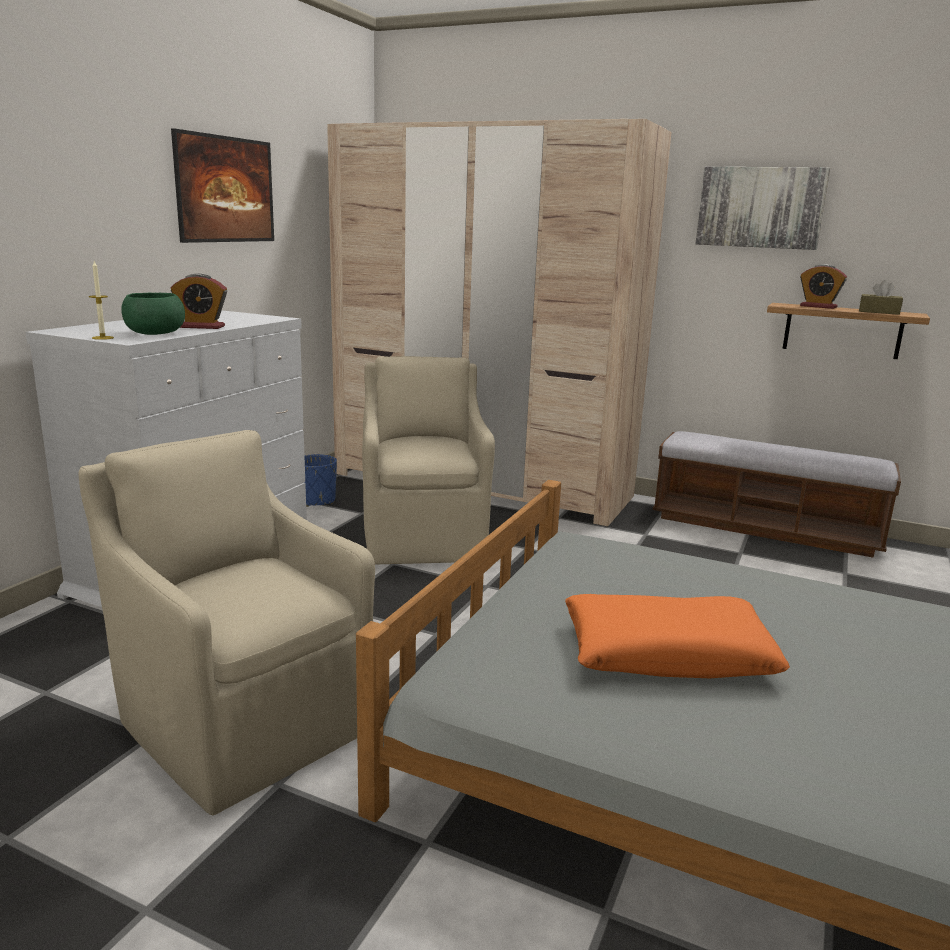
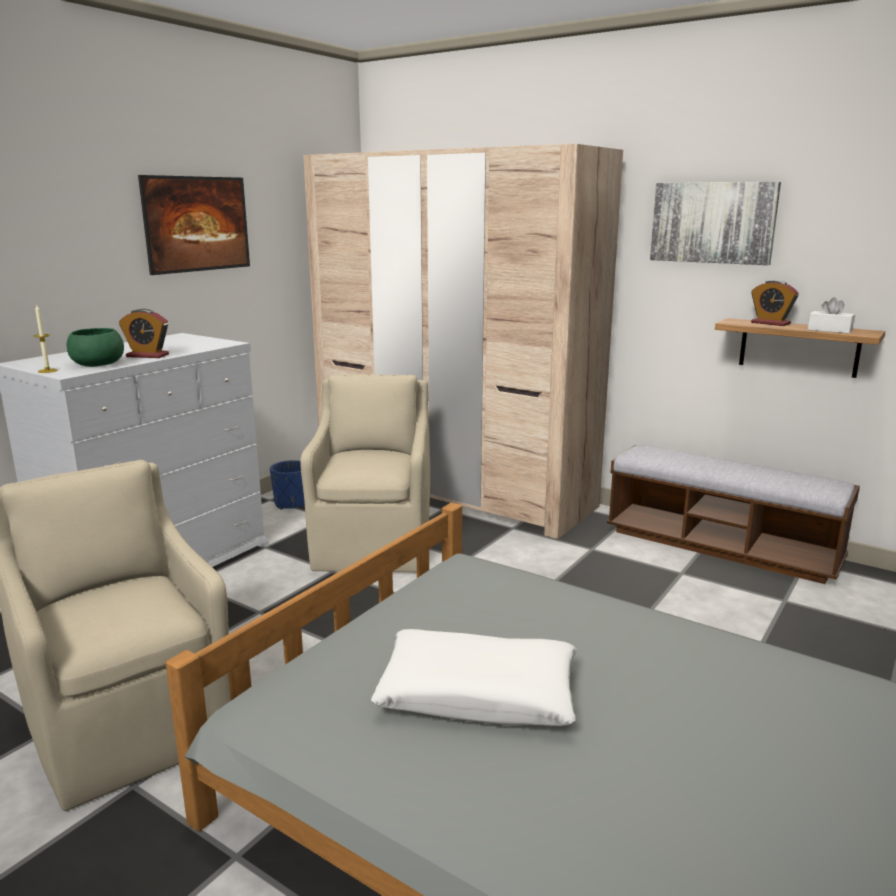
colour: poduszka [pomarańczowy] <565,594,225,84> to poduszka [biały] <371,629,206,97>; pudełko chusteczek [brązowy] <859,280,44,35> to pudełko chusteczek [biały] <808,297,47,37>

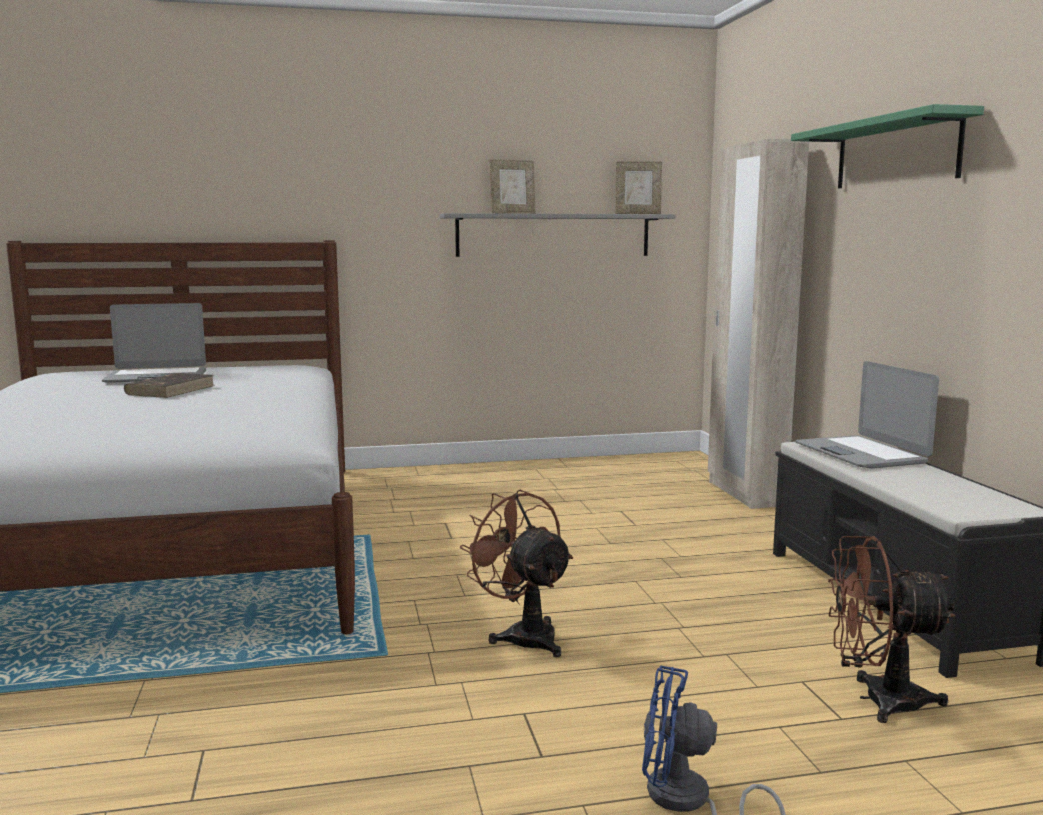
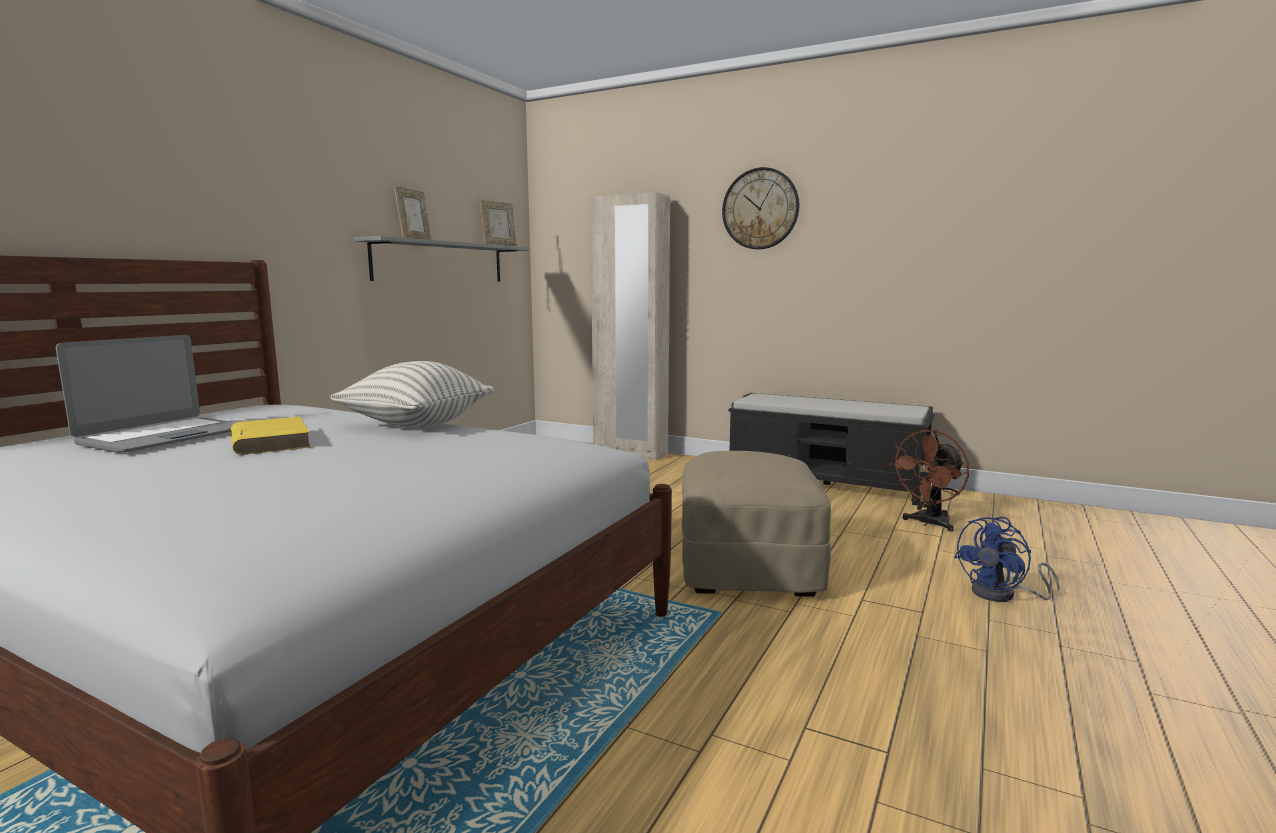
missing: laptop <795,361,144,107>
appeared: poduszka <330,361,164,67>
exchanged: wentylator [brązowy] <460,489,113,168> to pufa [beżowy] <682,451,149,146>; półka [zielony] <791,104,193,84> to zegar ścienny <722,167,78,82>
colour: książka [brązowy] <124,373,91,25> to książka [żółty] <231,417,80,38>

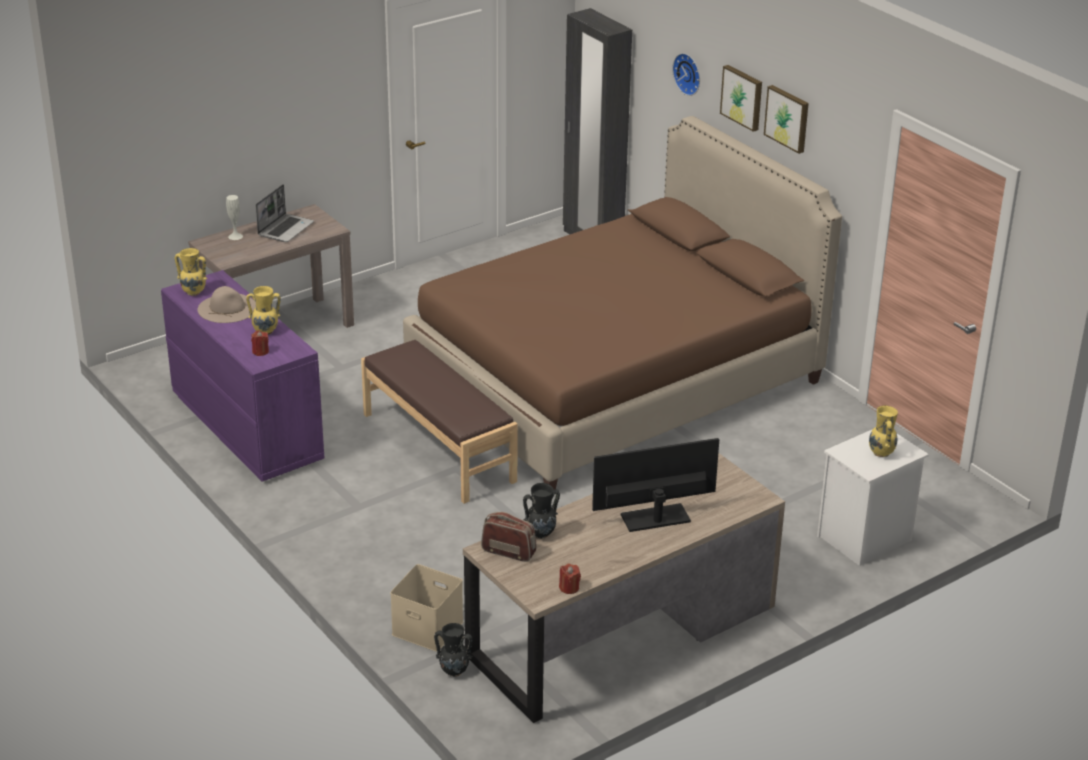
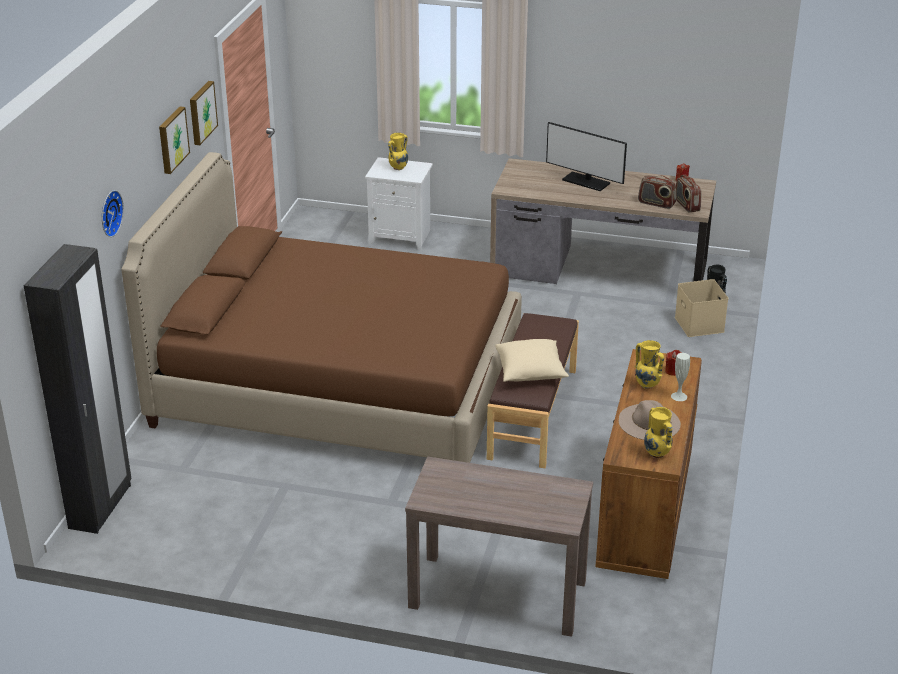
missing: laptop <256,184,58,58>
appeared: poduszka [beżowy] <495,339,74,43>
relocated: wazon [biały] <226,195,17,45> to <671,353,19,48>; obraz <720,65,42,67> to <190,81,28,64>
exchanged: wazon [czarny] <523,483,37,56> to radio <638,175,38,34>
colour: komoda [fioletowy] <161,270,163,211> to komoda [brązowy] <596,349,106,230>

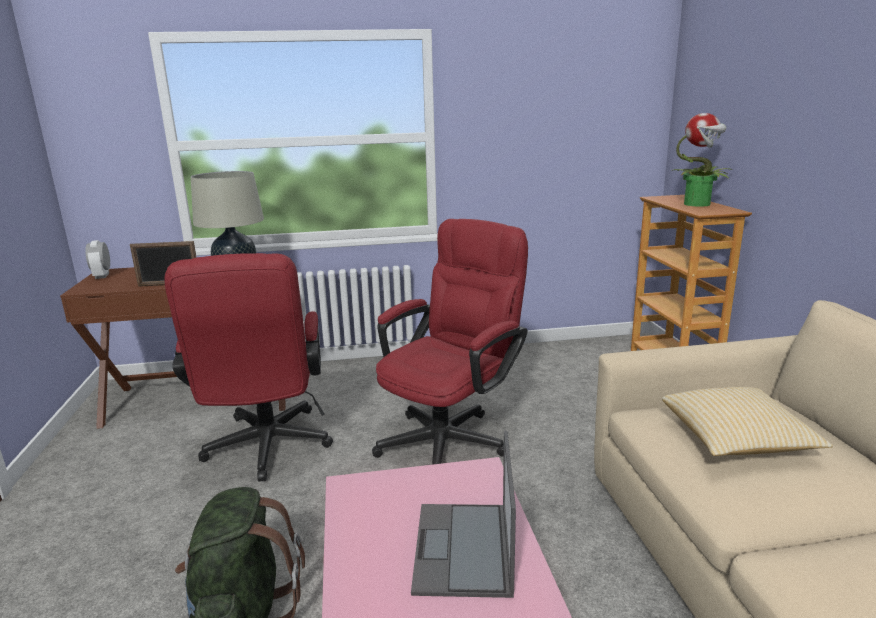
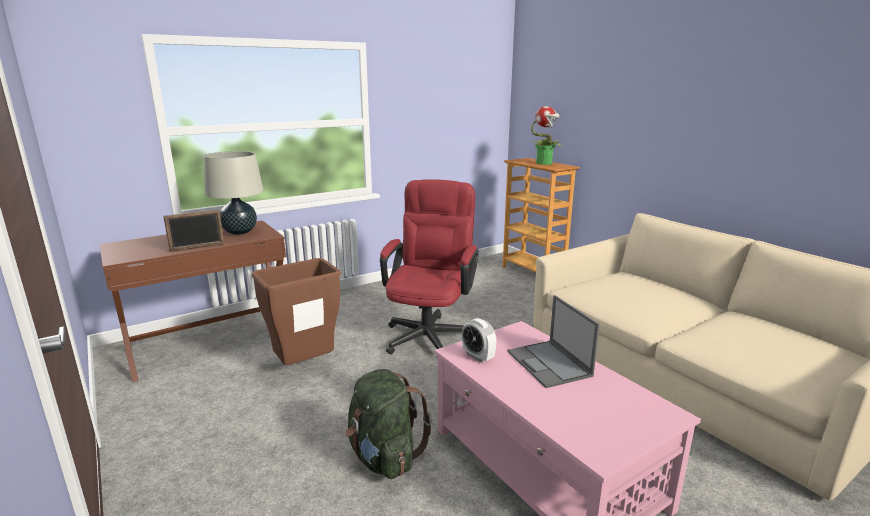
missing: poduszka <662,387,171,69>
relocated: budzik <85,240,25,39> to <462,318,34,45>
exchanged: krzesło biurowe [czerwony] <164,253,169,228> to kosz na śmieci [brązowy] <252,258,89,107>

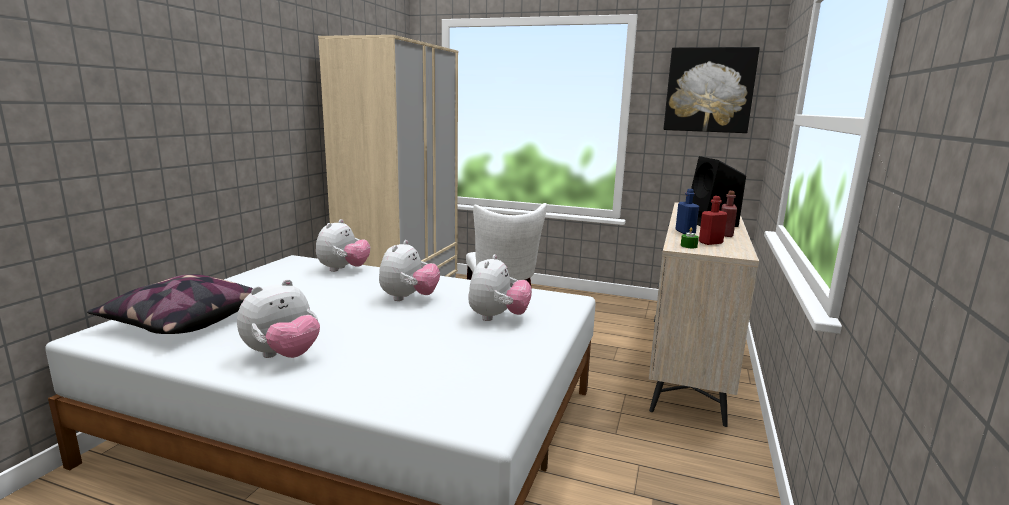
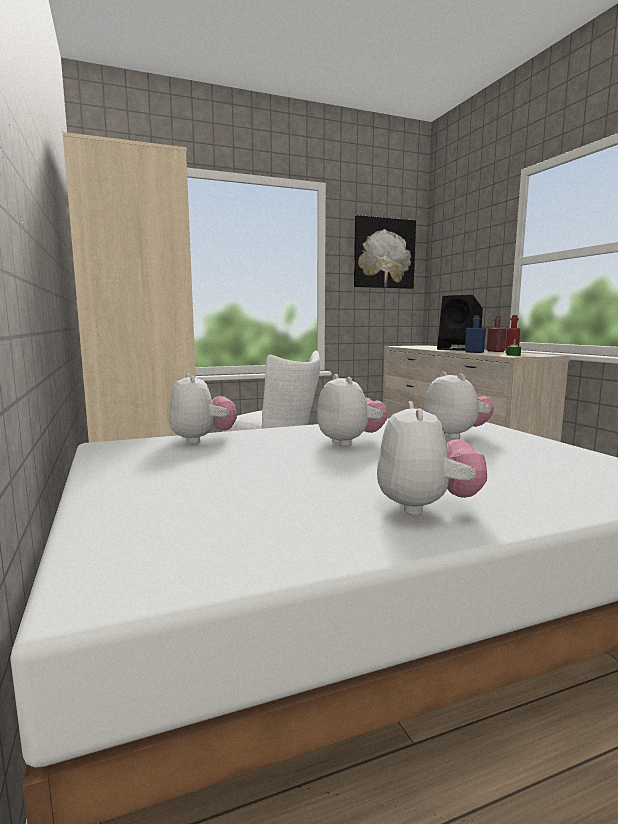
missing: poduszka <87,274,166,60>

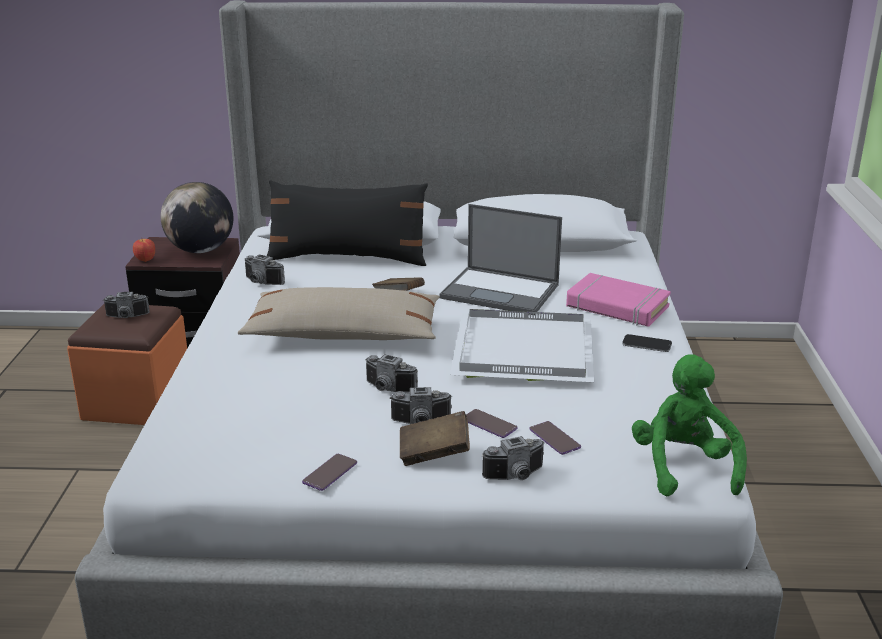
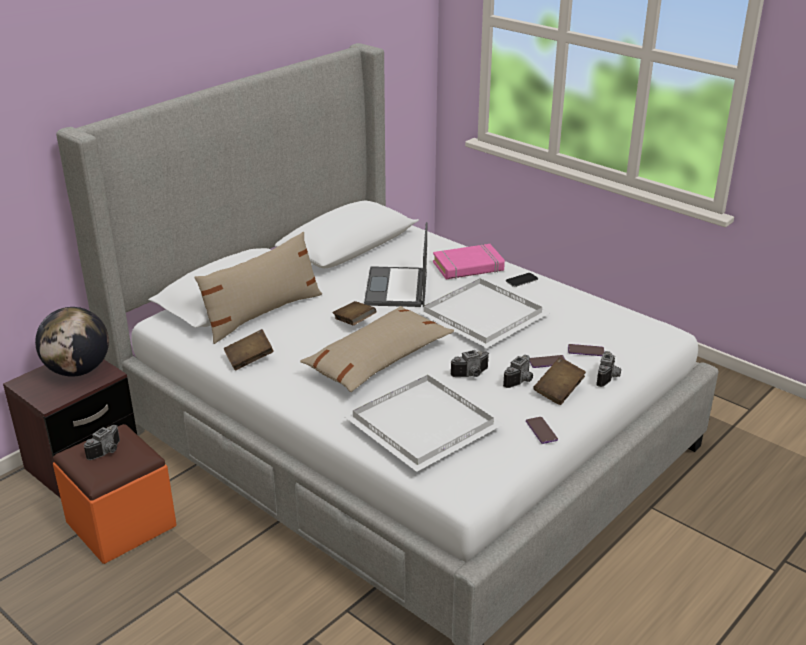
missing: jabłko <133,239,22,23>; pluszak [zielony] <632,354,115,142>
appeared: taca [biały] <344,375,159,97>
exchanged: aparat fotograficzny <245,254,40,31> to książka [brązowy] <224,329,50,41>
colour: poduszka [czarny] <267,180,161,86> to poduszka [beżowy] <194,232,128,112>
spun: laptop <439,204,123,111> = <364,222,63,85> 120 degrees clockwise

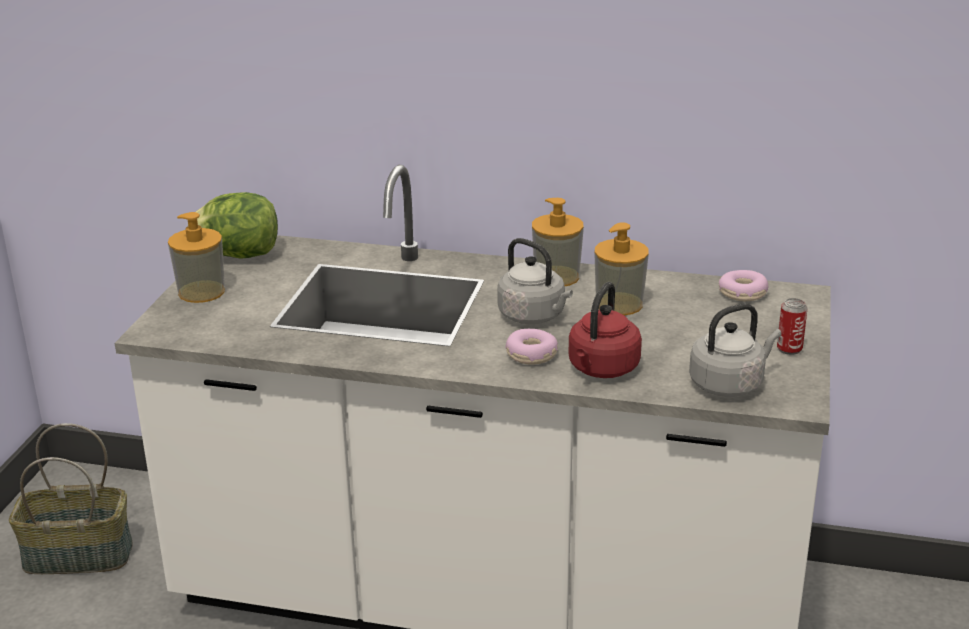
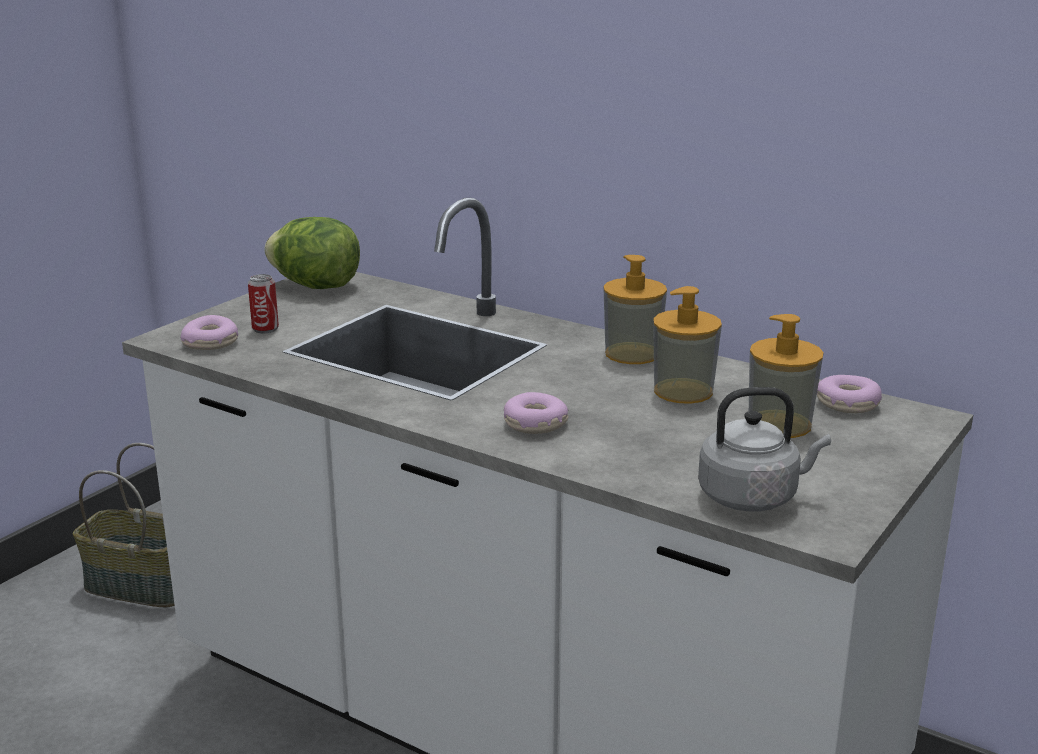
missing: czajnik [szary] <497,238,76,86>; czajnik [czerwony] <568,282,74,96>
appeared: donut <181,315,57,35>
relocated: dozownik mydła <168,212,57,91> to <749,314,74,124>; puszka <777,298,30,57> to <248,274,31,59>

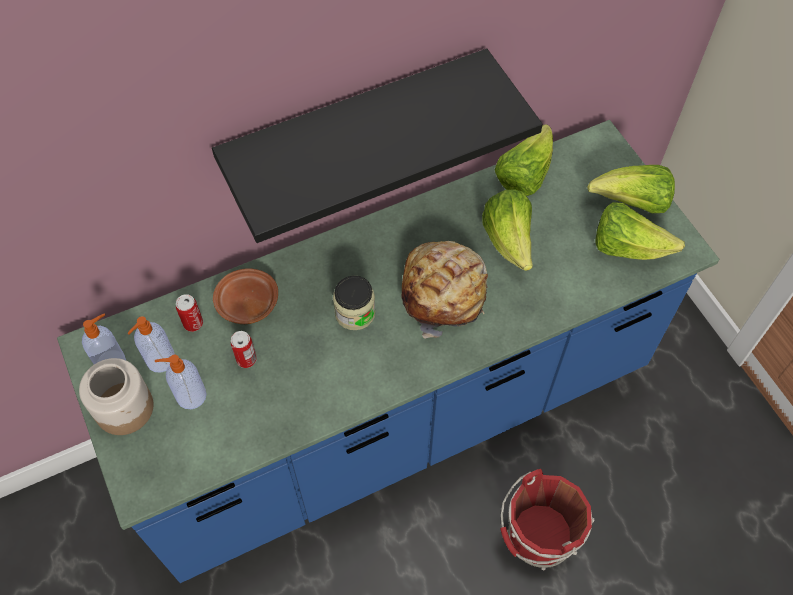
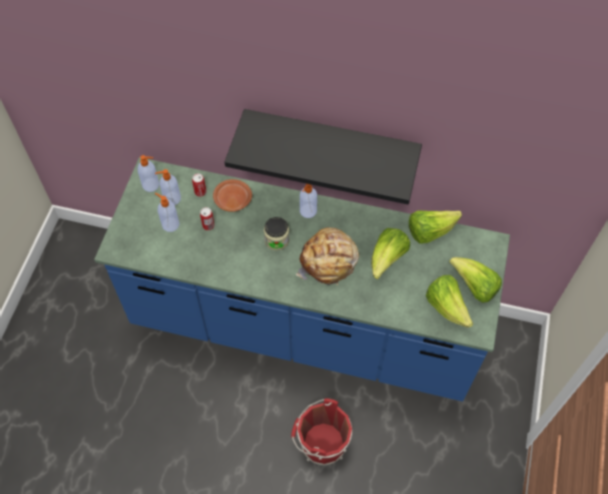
missing: słoik <79,358,75,77>
appeared: dozownik mydła <300,184,17,34>

